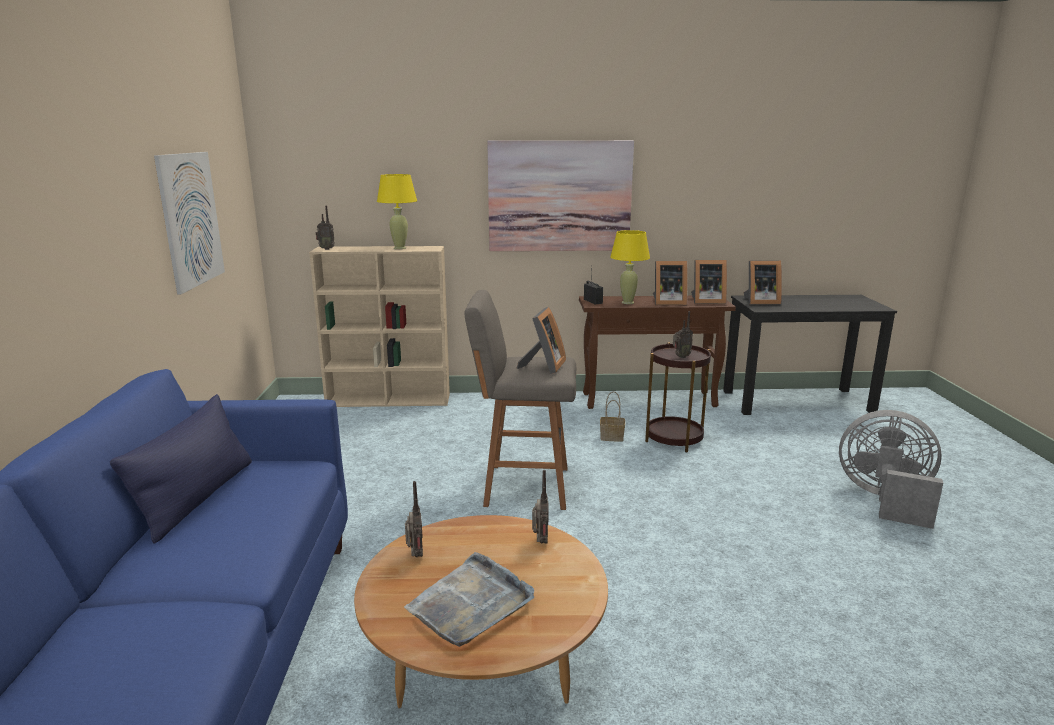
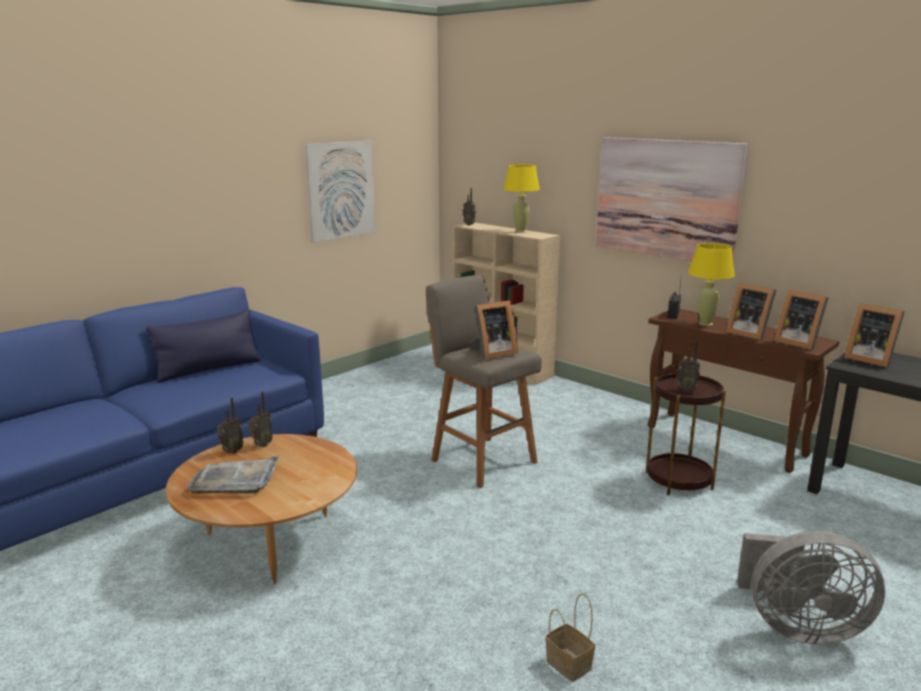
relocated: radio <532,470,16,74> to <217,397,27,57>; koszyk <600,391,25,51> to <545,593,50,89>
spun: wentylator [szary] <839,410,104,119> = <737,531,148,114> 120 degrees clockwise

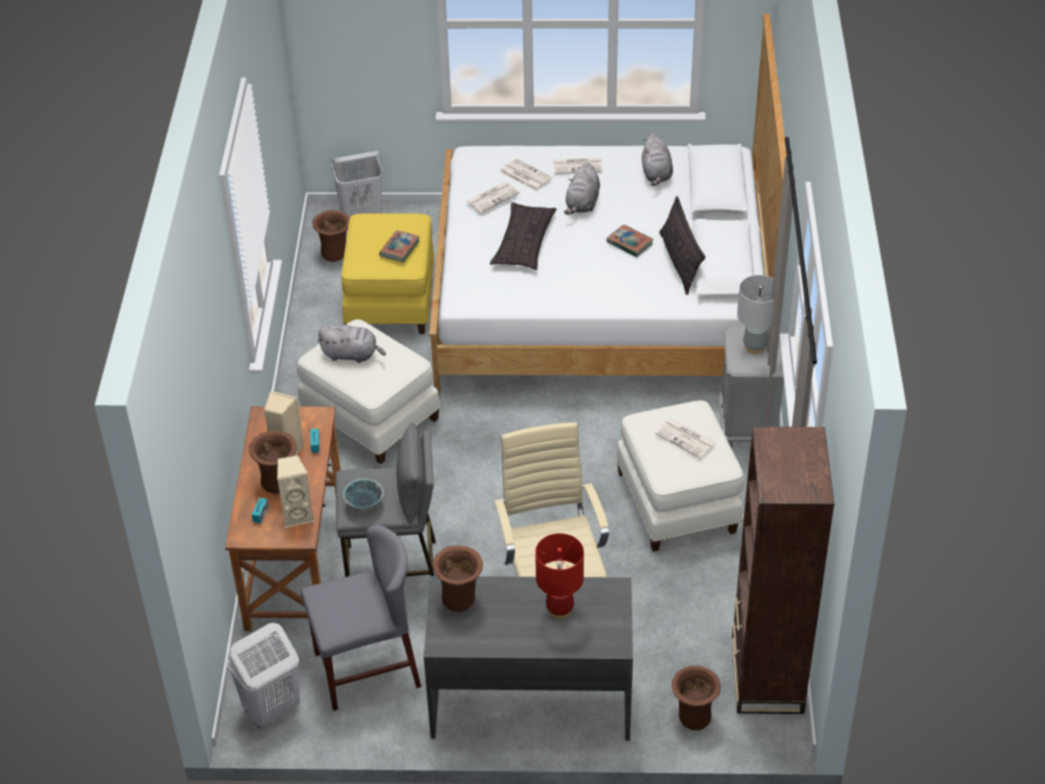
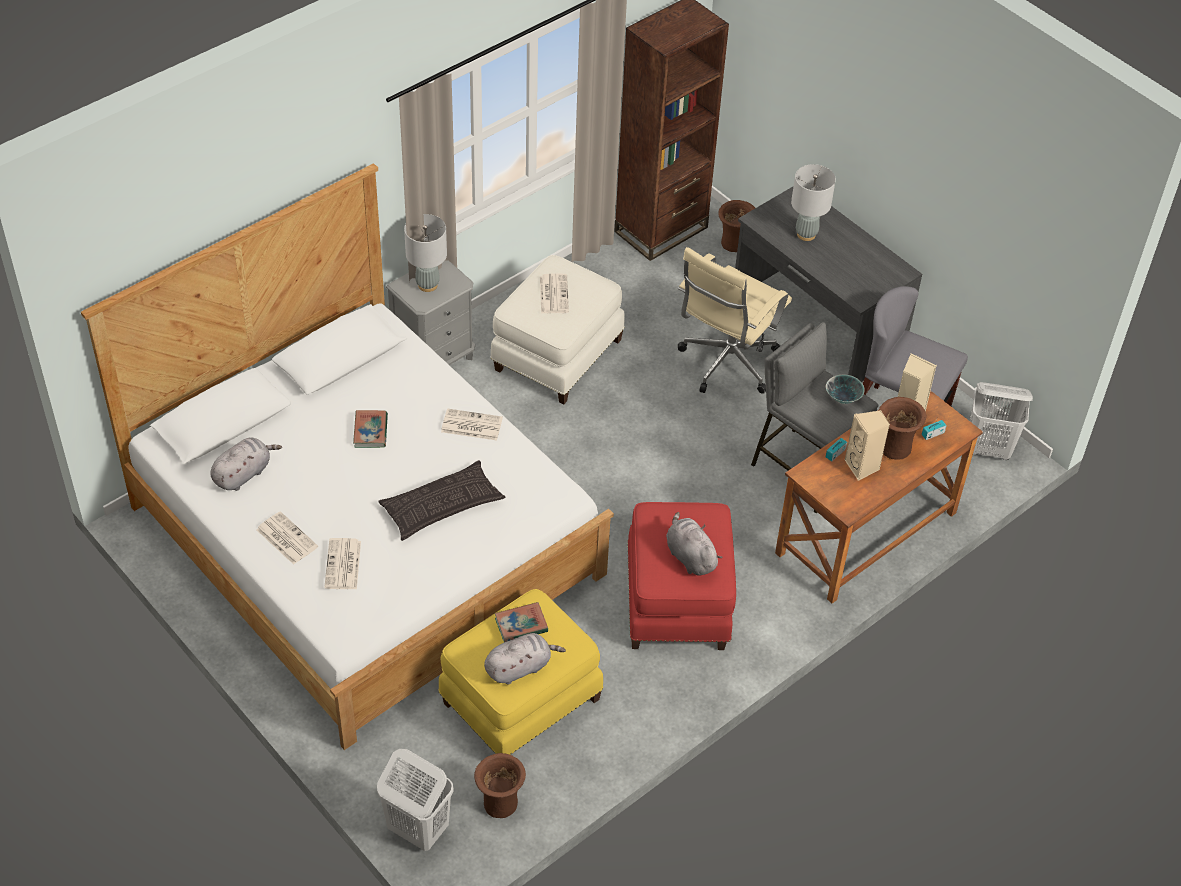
missing: wazon [brązowy] <432,545,51,67>; poduszka <659,196,46,99>
relocated: gazeta <466,182,54,31> to <441,408,62,33>; pluszak [szary] <564,162,36,53> to <484,633,82,52>
colour: pufa [biały] <297,319,143,145> to pufa [czerwony] <627,502,109,148>; lampa stołowa [czerwony] <535,533,49,86> to lampa stołowa [szary] <791,164,45,77>

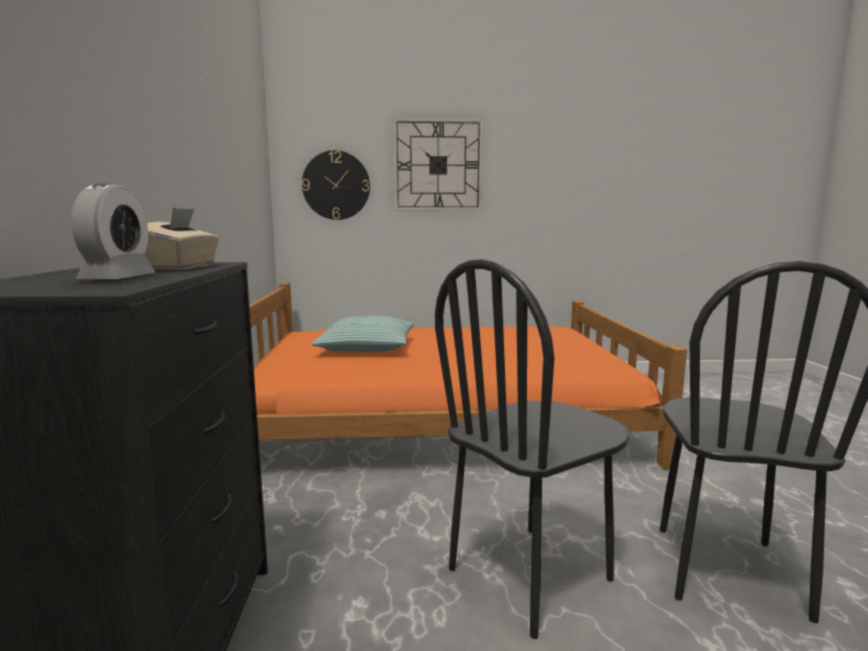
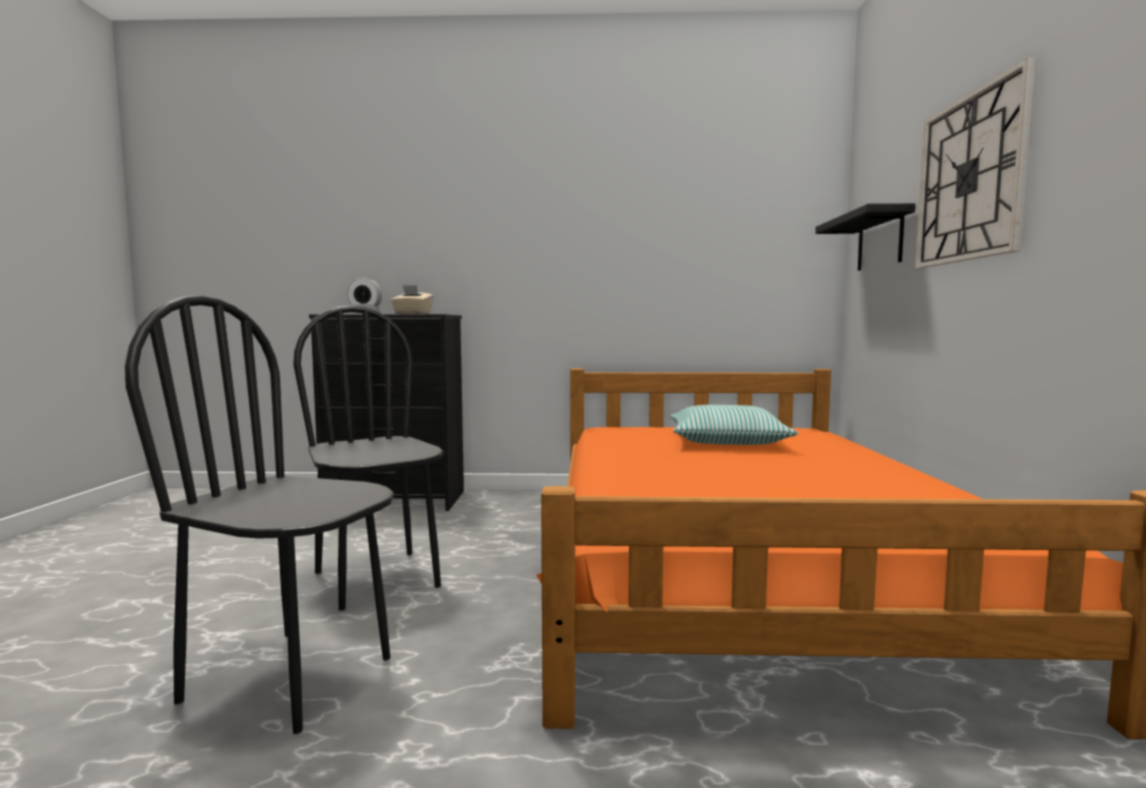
exchanged: zegar ścienny <302,150,68,70> to półka [czarny] <815,203,100,68>

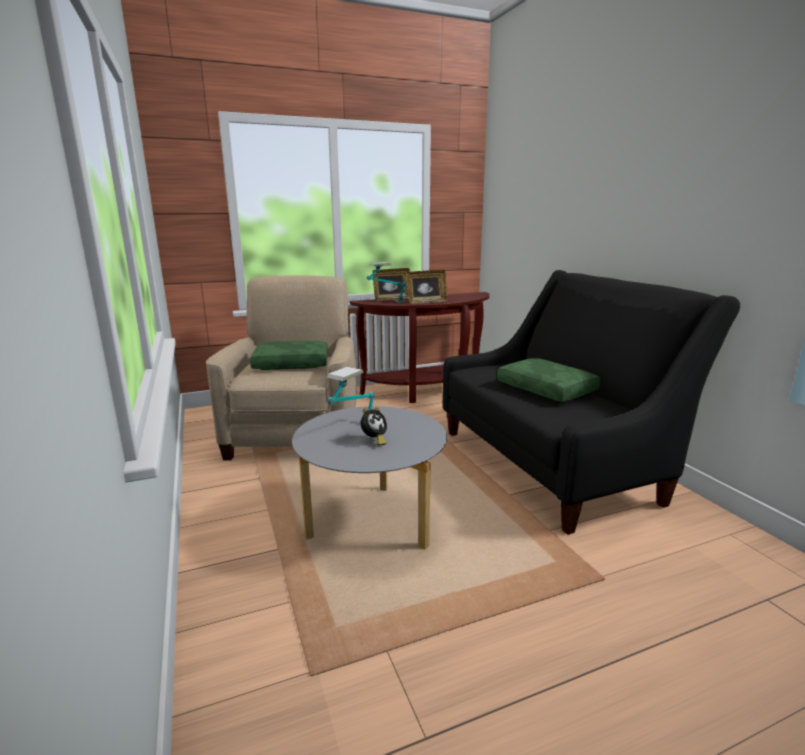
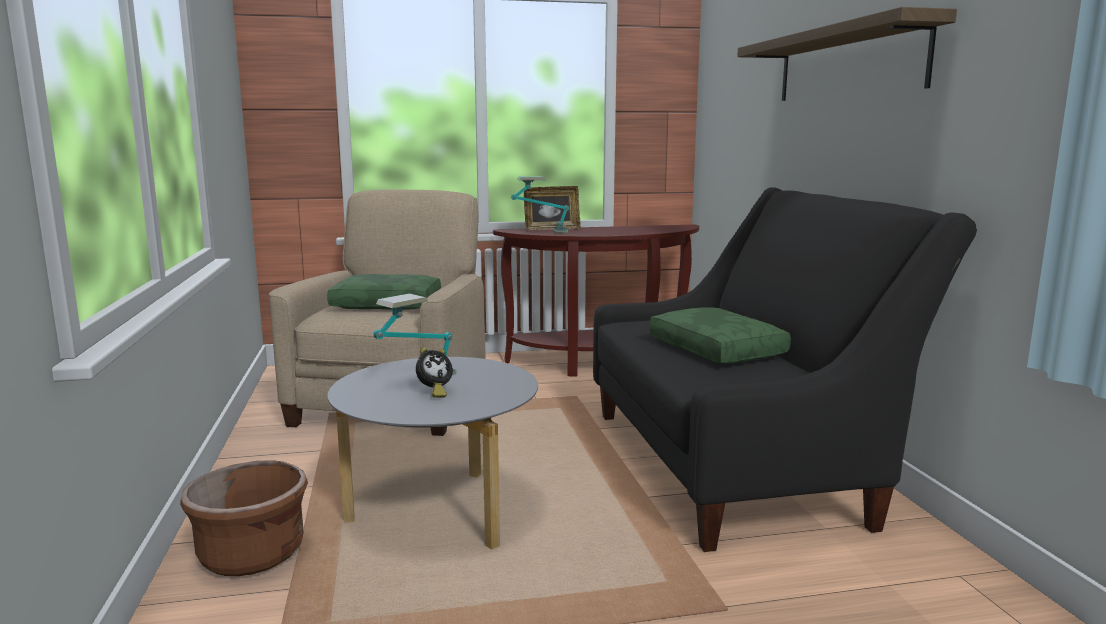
missing: ramka na zdjęcie <407,270,41,34>
appeared: donica [brązowy] <180,460,128,116>; półka <737,7,220,94>

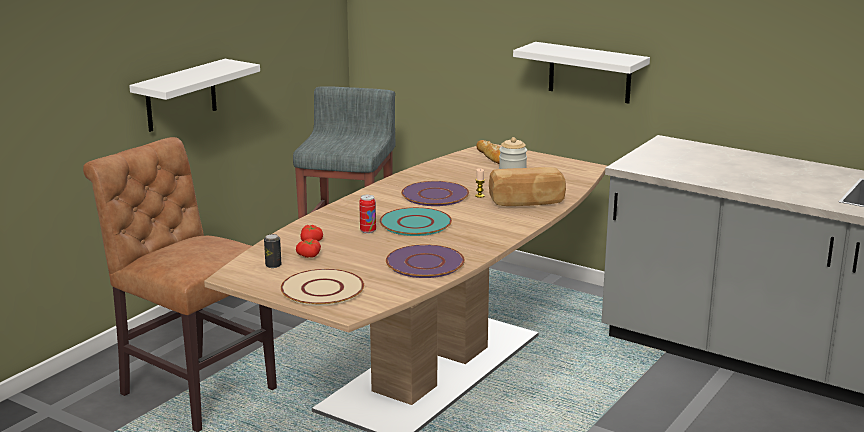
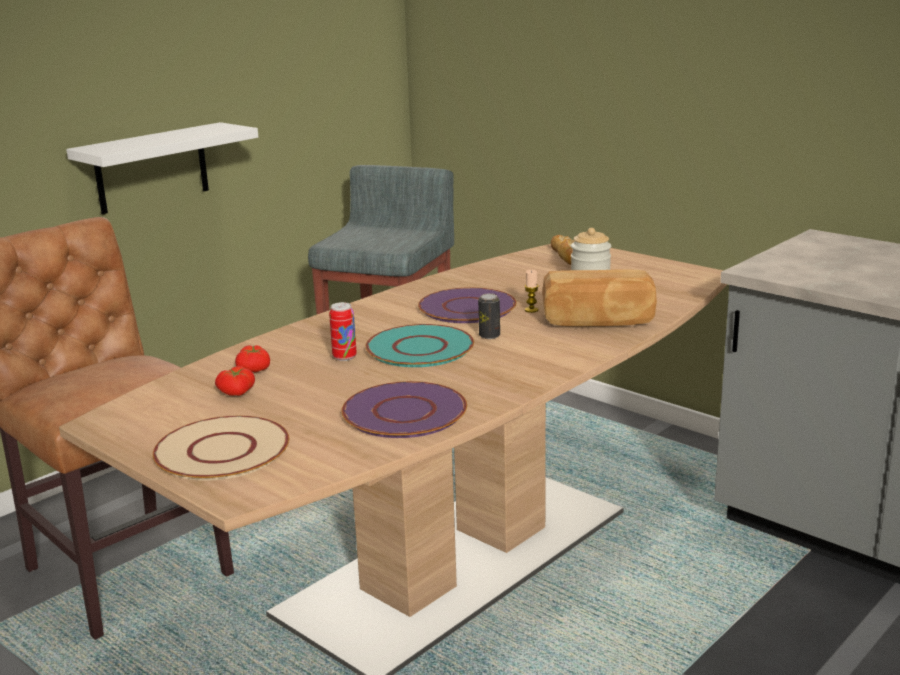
missing: półka [biały] <513,42,137,62>
relocated: puszka <264,234,17,34> to <478,293,22,46>

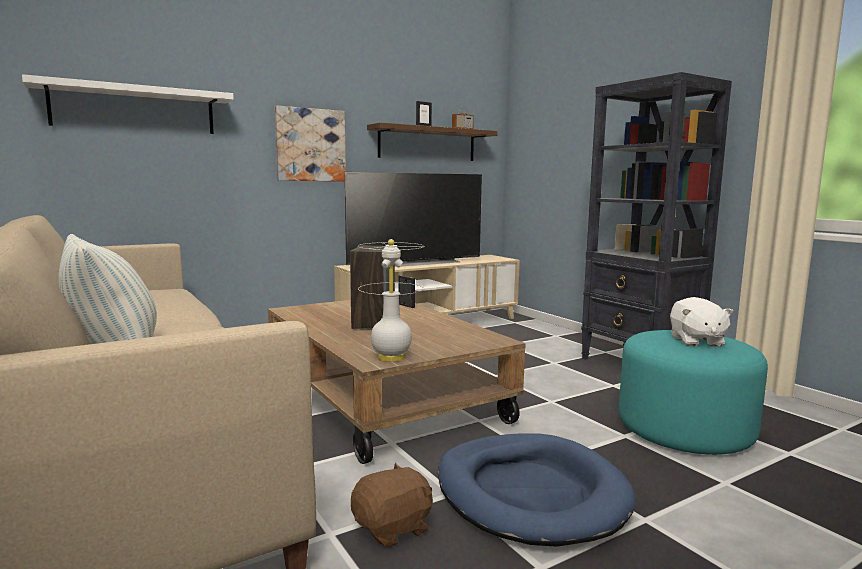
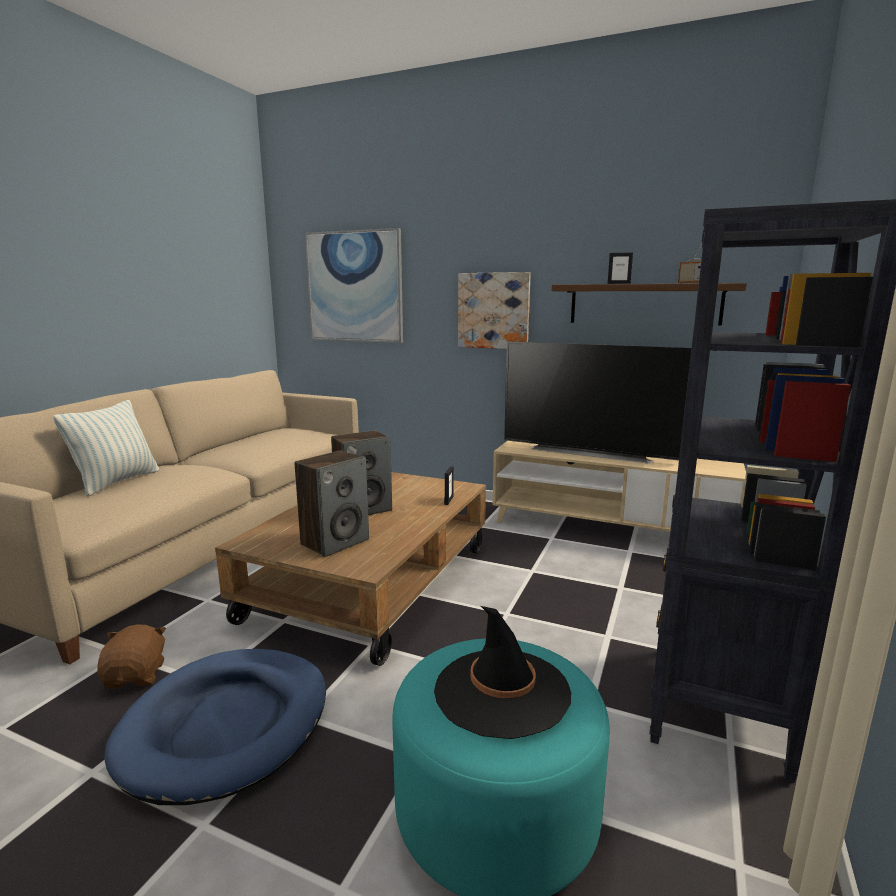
missing: lampa stołowa [biały] <358,239,66,123>
appeared: głośnik <295,451,74,106>
exchanged: półka [biały] <22,74,212,60> to obraz <305,228,98,115>; pluszak [biały] <670,297,64,50> to kapelusz [czarny] <434,606,138,133>
spun: pluszak [brązowy] <351,463,82,85> = <97,625,69,64> 120 degrees counterclockwise

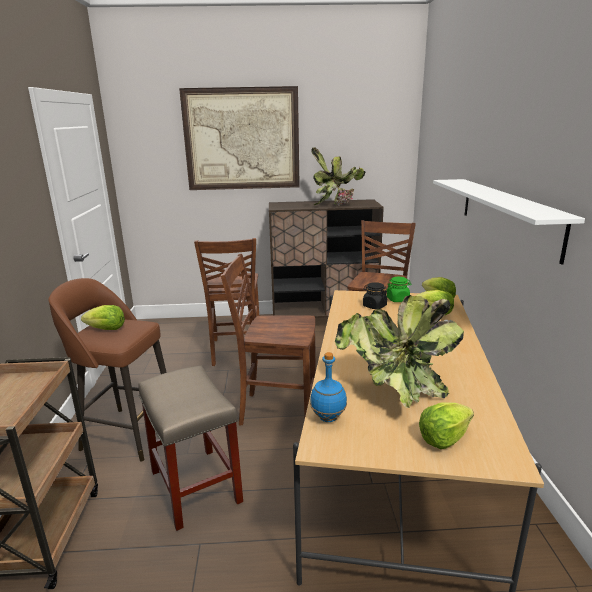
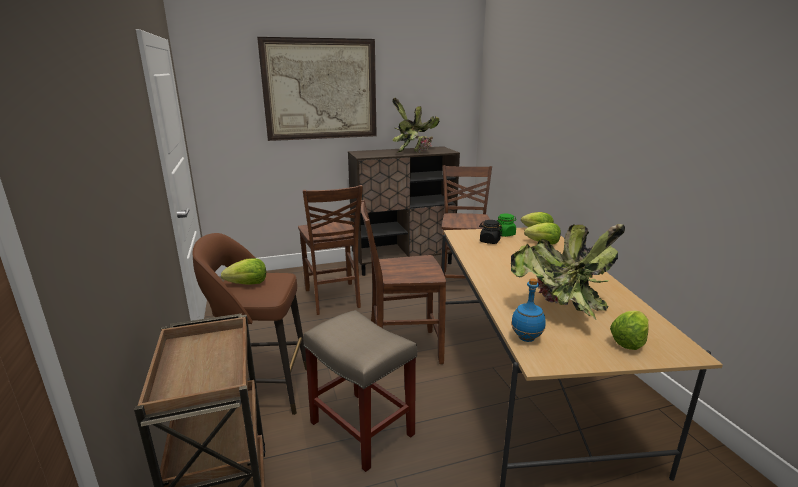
missing: półka [biały] <433,179,152,86>

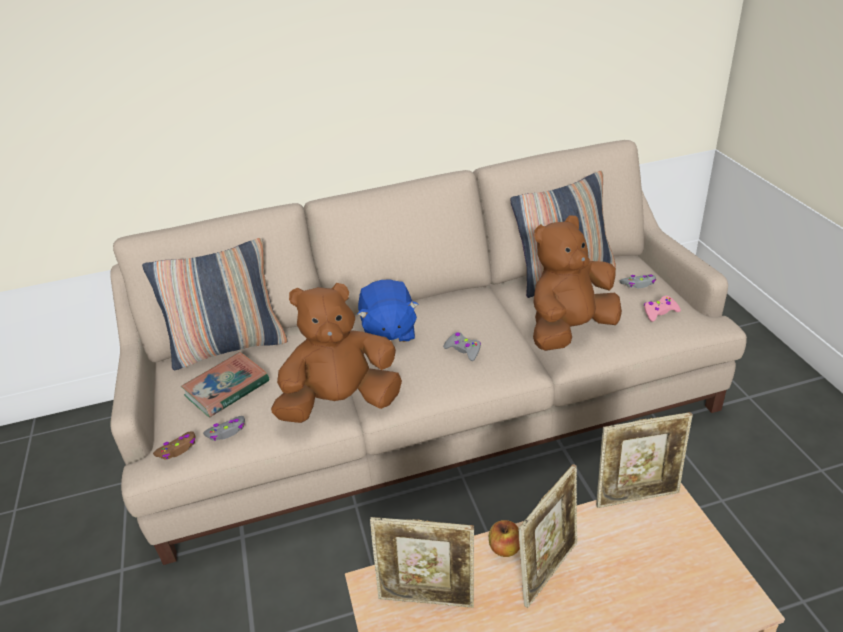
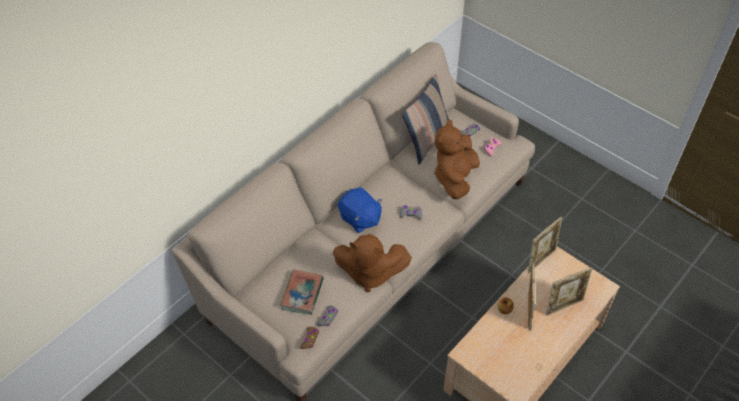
missing: poduszka <142,238,146,132>
relocated: ramka na zdjęcie <370,517,104,91> to <546,267,47,49>
spun: pluszak [brązowy] <271,283,131,140> = <333,234,79,58> 120 degrees counterclockwise

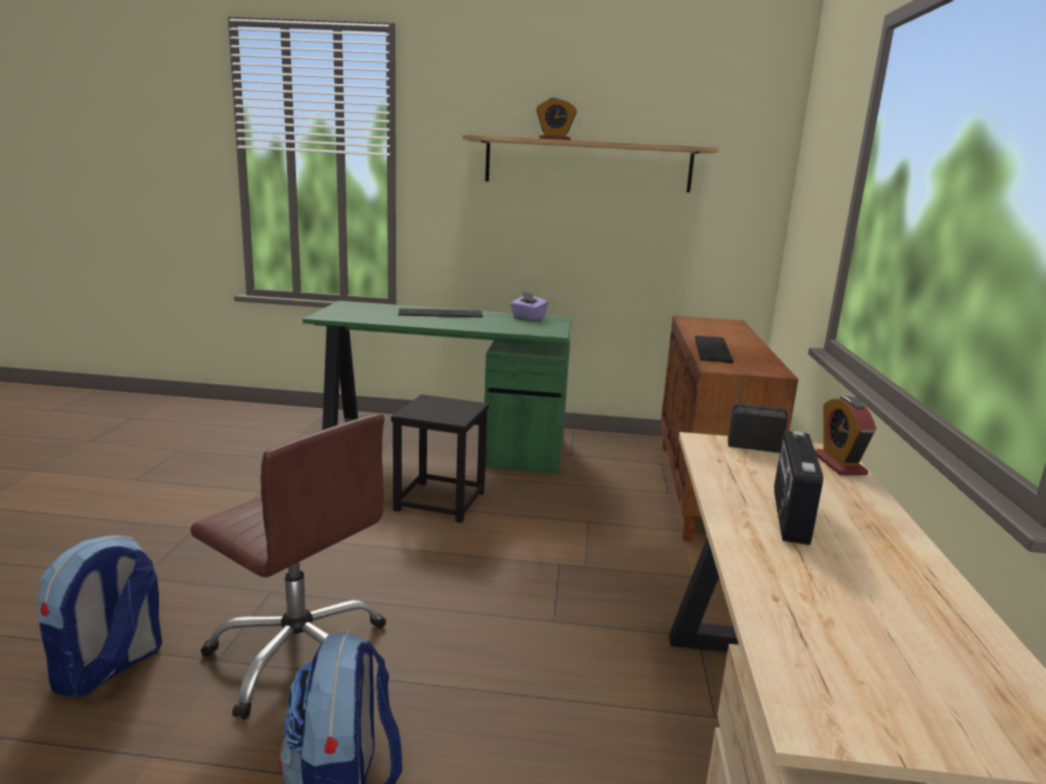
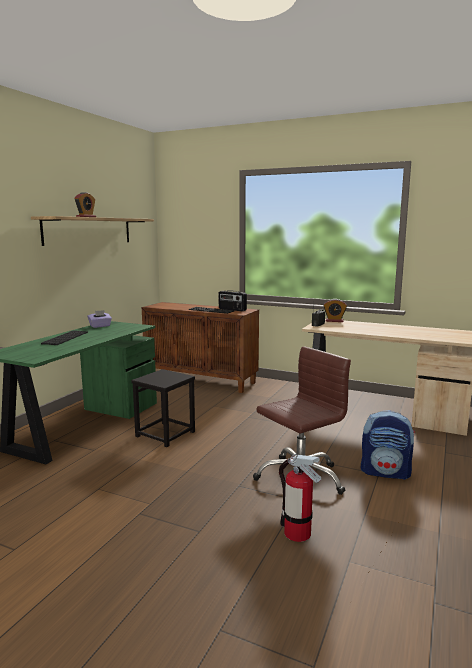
relocated: radio <774,431,49,114> to <219,290,28,21>
exchanged: plecak <38,535,124,162> to gaśnica <279,454,42,88>

